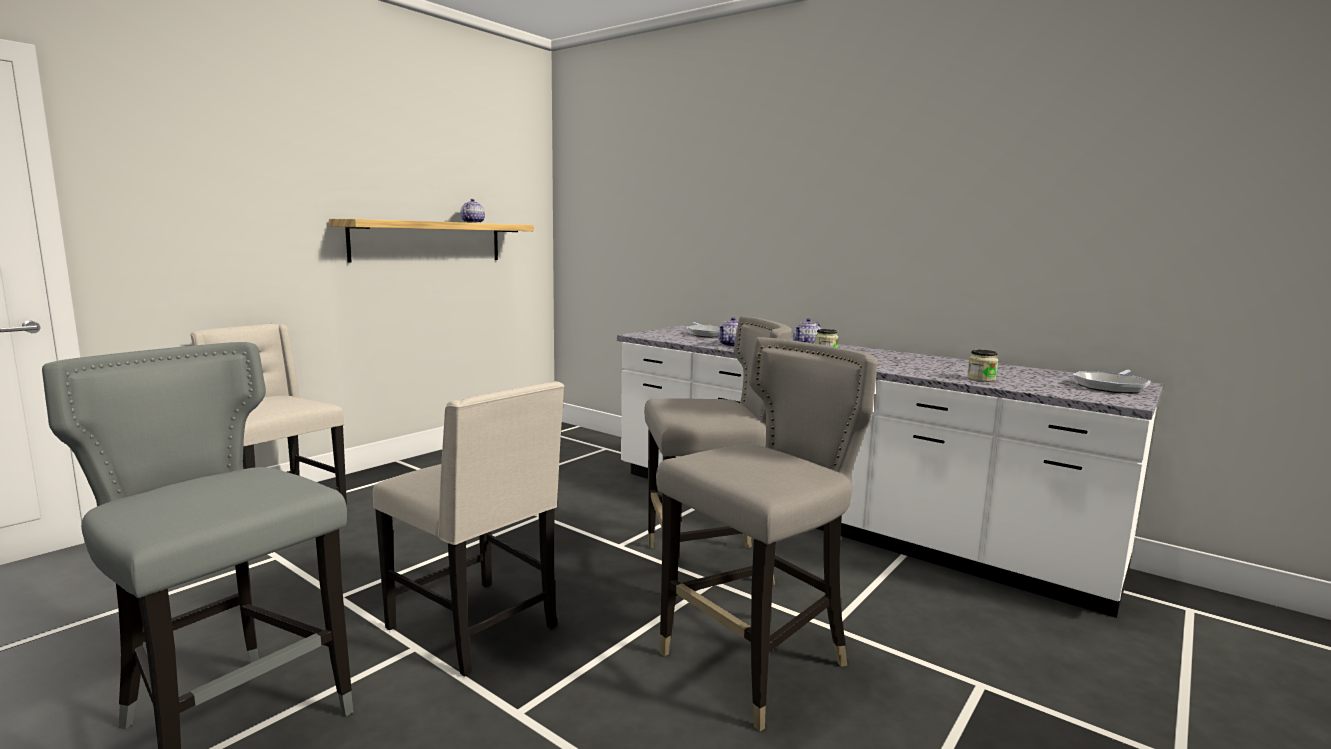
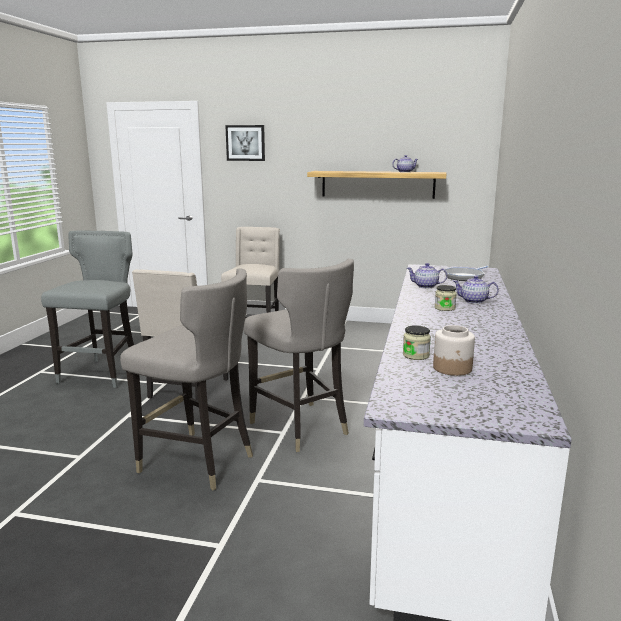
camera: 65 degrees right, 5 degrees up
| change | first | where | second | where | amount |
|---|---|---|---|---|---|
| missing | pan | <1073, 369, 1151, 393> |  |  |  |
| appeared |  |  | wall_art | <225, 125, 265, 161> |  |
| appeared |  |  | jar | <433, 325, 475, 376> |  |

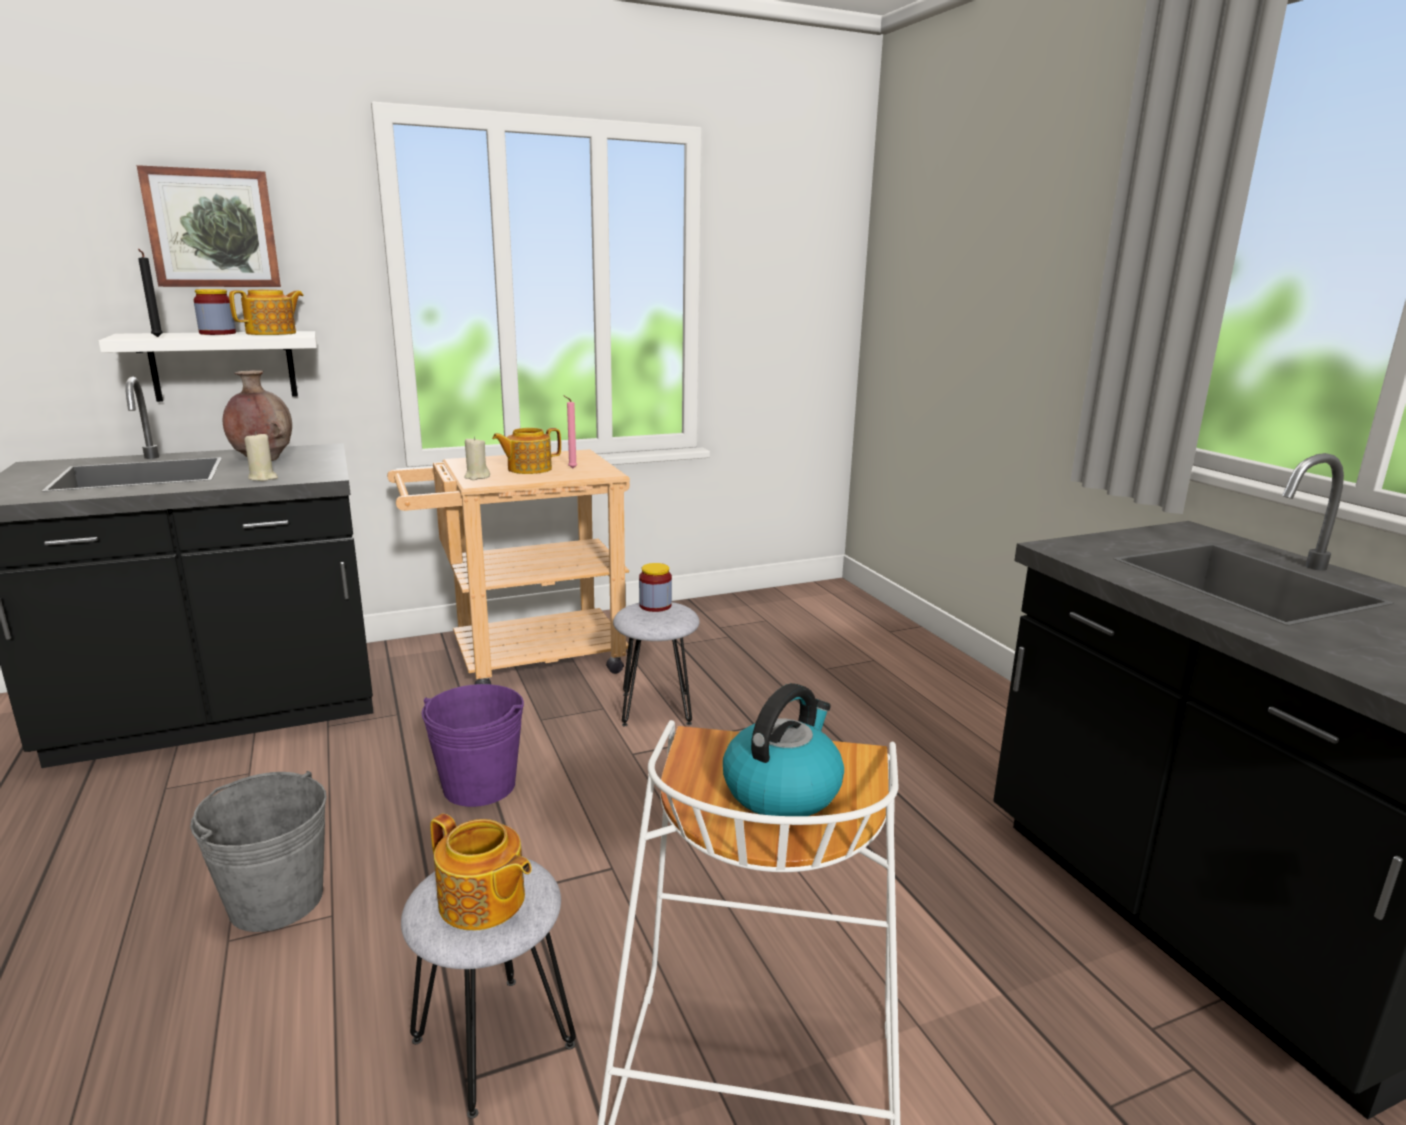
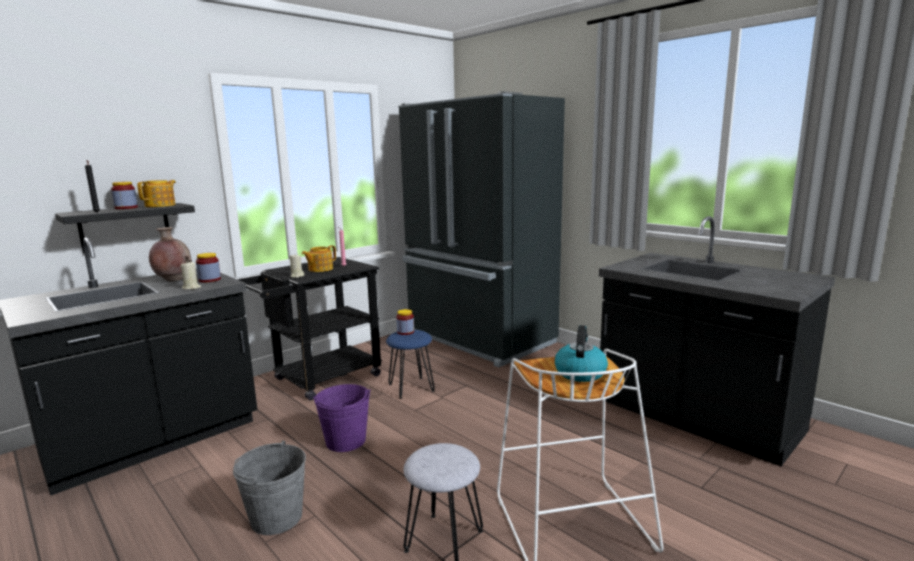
camera: 20 degrees left, 5 degrees down
| change | first | where | second | where | amount |
|---|---|---|---|---|---|
| colour | white-coloured_wall_shelf | <99, 331, 317, 402> | black_wall_shelf | <55, 203, 195, 253> |  |
| missing | wall_art | <137, 165, 281, 287> |  |  |  |
| colour | beige_cart | <387, 449, 630, 685> | black_cart | <237, 257, 382, 400> |  |
| missing | pot_for_tea | <430, 813, 532, 930> |  |  |  |
| colour | greyish_stool | <613, 602, 700, 726> | blue-coloured_stool | <386, 330, 435, 399> |  |
| appeared |  |  | jar | <196, 253, 221, 282> |  |
| appeared |  |  | black_refrigerator | <398, 91, 565, 367> |  |

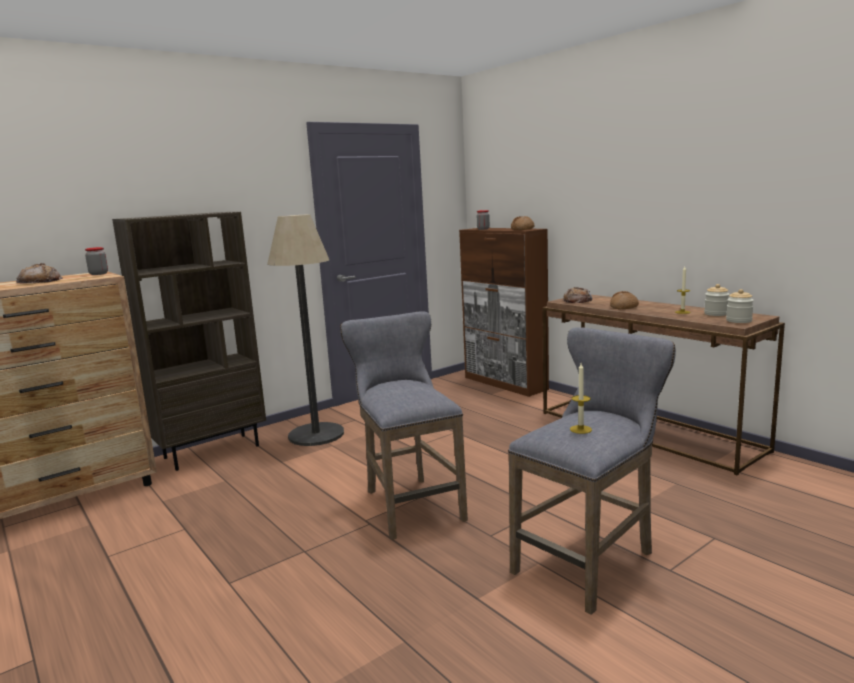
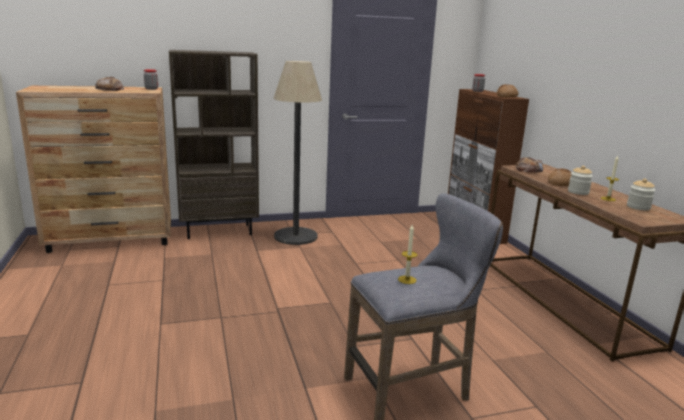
camera: 20 degrees right, 5 degrees up
| change | first | where | second | where | amount |
|---|---|---|---|---|---|
| missing | greyish_stool | <340, 311, 468, 540> |  |  |  |
| relocated | jar | <726, 289, 754, 323> |  | <568, 166, 593, 195> |  |

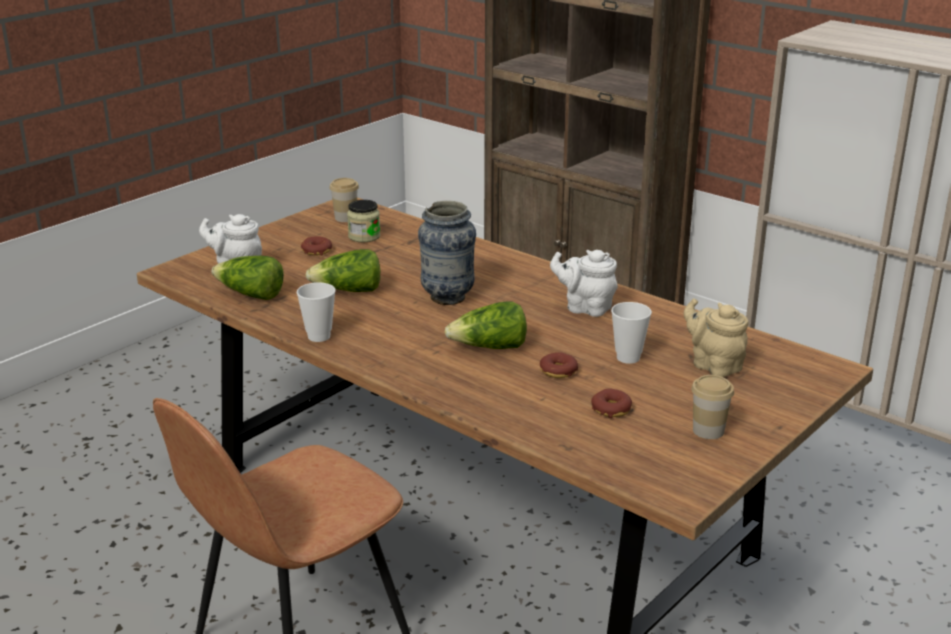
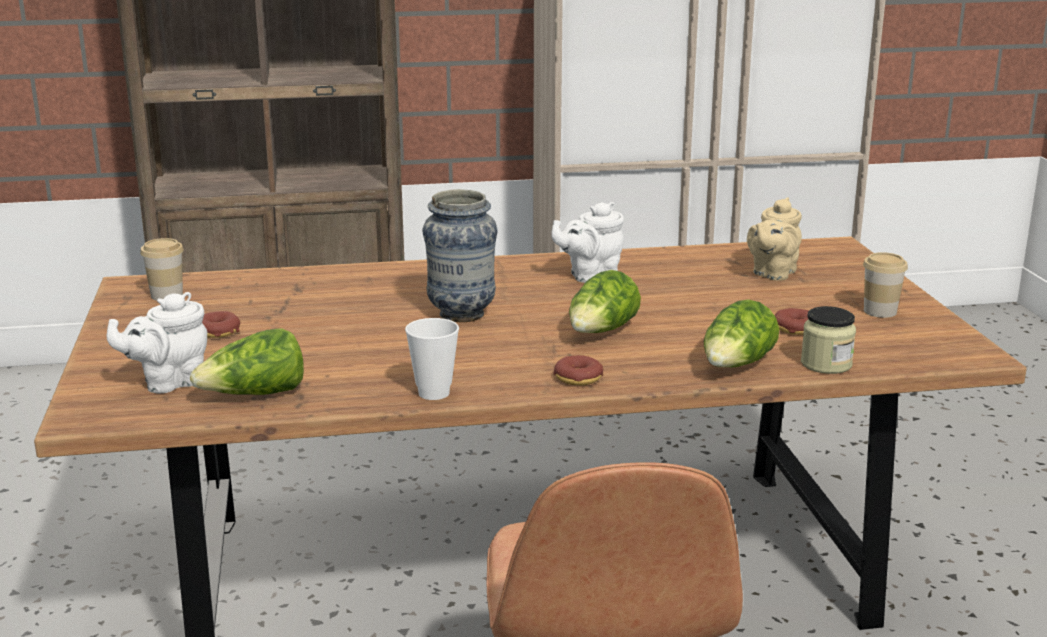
camera: 50 degrees left, 5 degrees down
| change | first | where | second | where | amount |
|---|---|---|---|---|---|
| relocated | lettuce | <305, 249, 380, 292> |  | <704, 299, 779, 367> |  |
| relocated | jar | <347, 200, 380, 242> |  | <801, 306, 856, 374> |  |
| relocated | donut | <540, 352, 578, 378> |  | <553, 355, 603, 386> |  |
| missing | small_cup | <611, 302, 652, 364> |  |  |  |
| spun | beige_pot_for_tea | <683, 298, 749, 377> |  | <747, 197, 802, 281> | 60 degrees counterclockwise |

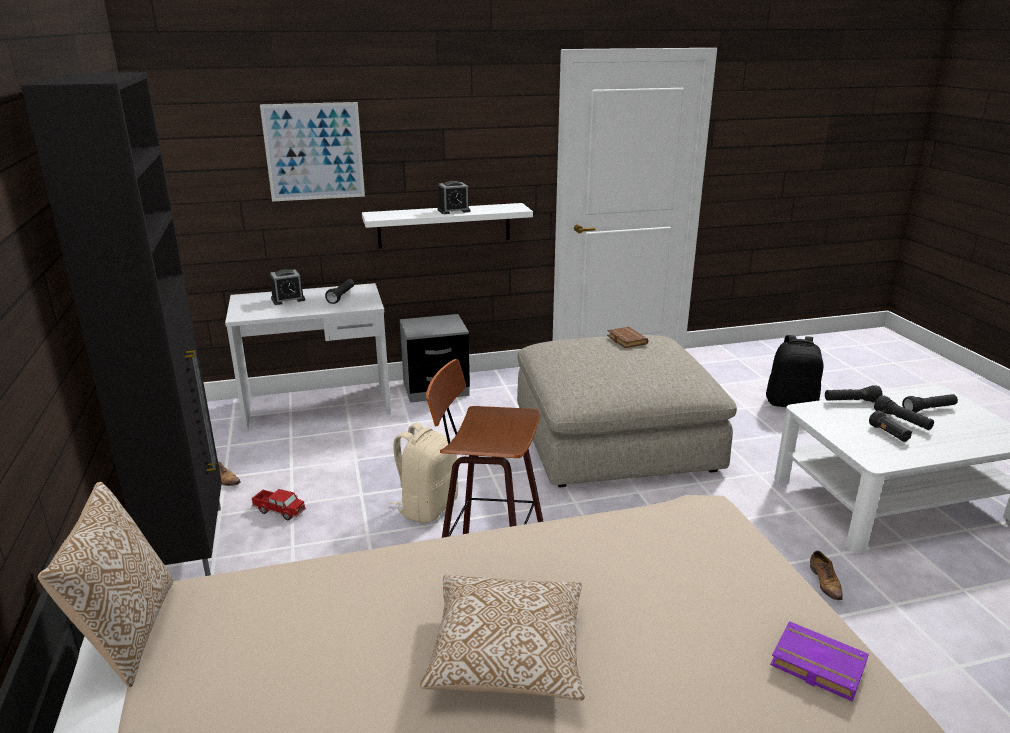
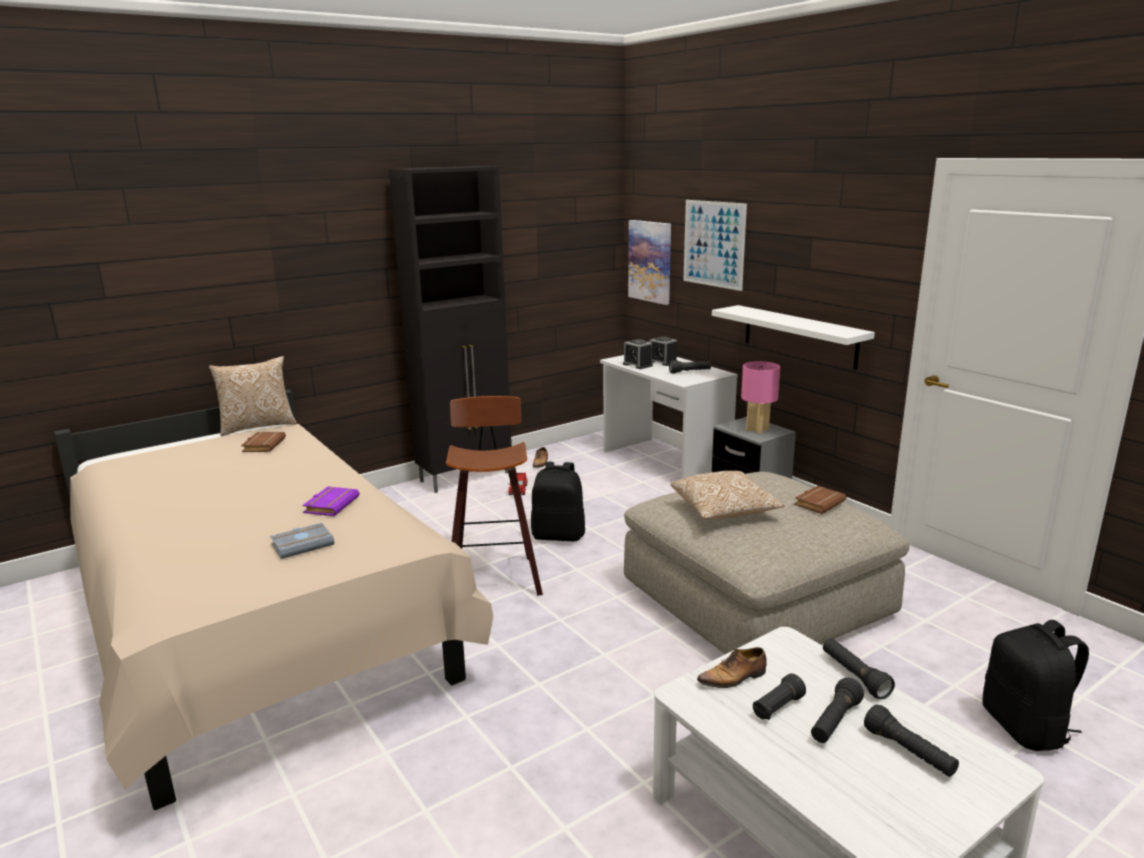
camera: 70 degrees right, 5 degrees down
| change | first | where | second | where | amount |
|---|---|---|---|---|---|
| colour | beige_rucksack | <390, 423, 458, 523> | black_rucksack | <531, 462, 585, 541> |  |
| relocated | pillow | <420, 575, 584, 701> |  | <670, 471, 785, 519> |  |
| relocated | bedside_clock | <437, 181, 470, 214> |  | <623, 339, 653, 369> |  |
| relocated | purplish_volume | <770, 621, 869, 702> |  | <302, 487, 360, 516> |  |
| relocated | item_of_footwear | <810, 551, 843, 603> |  | <697, 647, 767, 690> |  |
| appeared |  |  | brown-coloured_volume | <241, 432, 286, 452> |  |
| appeared |  |  | greyish_volume | <270, 523, 334, 559> |  |
| appeared |  |  | wall_art | <628, 220, 671, 305> |  |
| appeared |  |  | pink-coloured_lamp_for_a_table | <741, 361, 780, 434> |  |

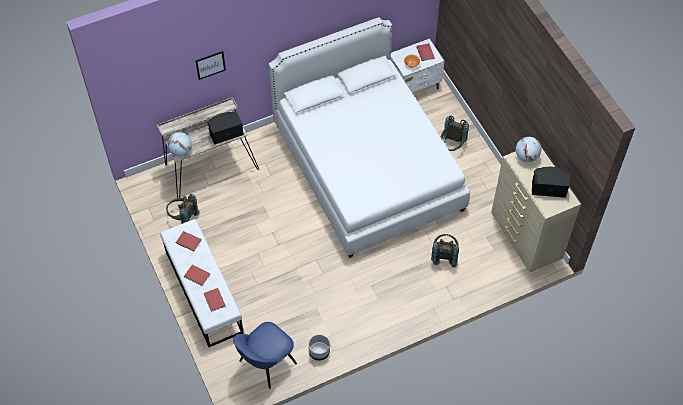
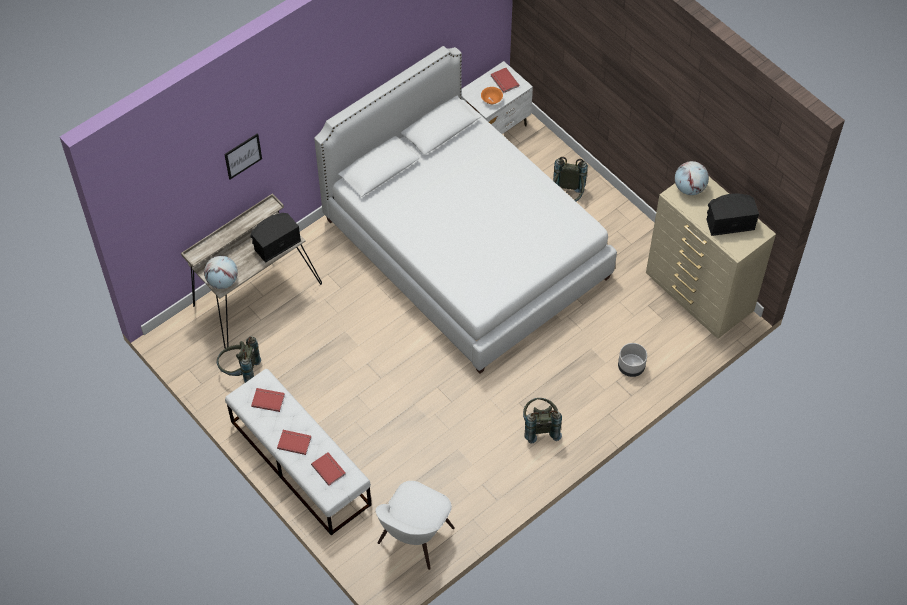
camera: 15 degrees left, 0 degrees up
| change | first | where | second | where | amount |
|---|---|---|---|---|---|
| colour | blue-coloured_plain_chair | <233, 322, 297, 389> | white-coloured_plain_chair | <376, 481, 455, 570> |  |
| relocated | greyish_flower_pot | <308, 334, 330, 361> |  | <618, 343, 647, 377> |  |
| relocated | greyish_rucksack | <431, 234, 459, 267> |  | <523, 398, 562, 444> |  |

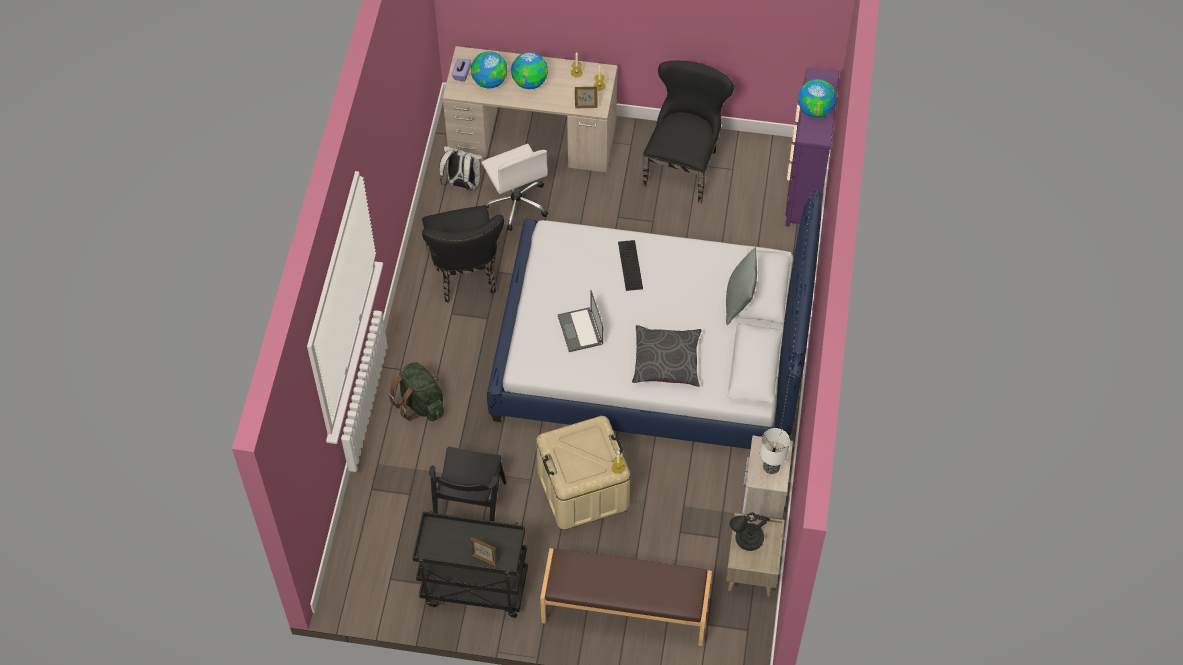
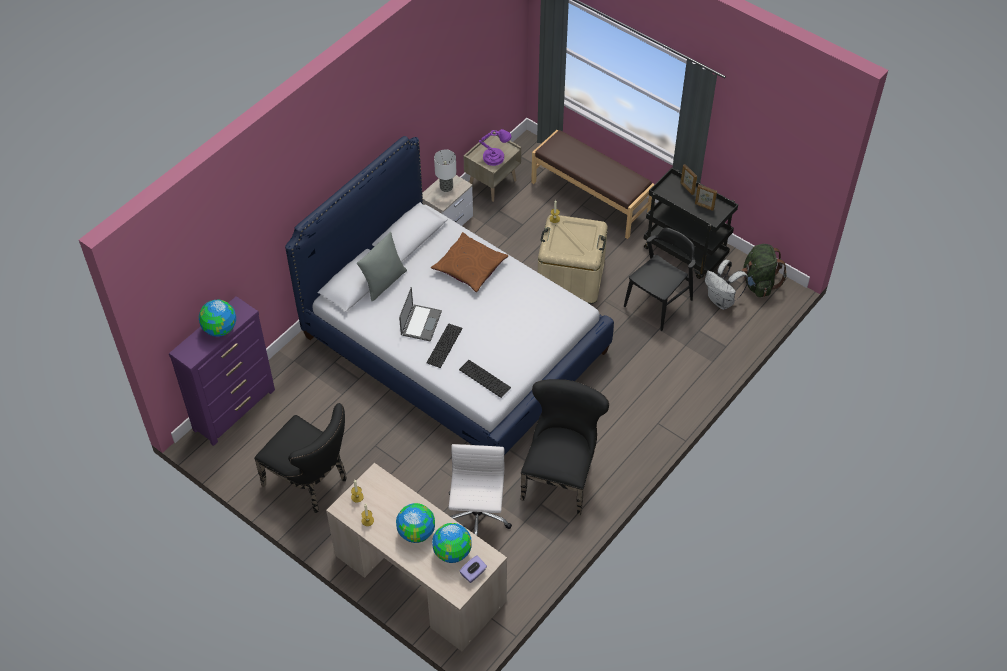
camera: 150 degrees left, 5 degrees down
| change | first | where | second | where | amount |
|---|---|---|---|---|---|
| relocated | green_rucksack | <389, 362, 444, 421> |  | <742, 244, 787, 297> |  |
| relocated | white-coloured_rucksack | <439, 146, 484, 191> |  | <705, 260, 748, 310> |  |
| relocated | portable_computer | <558, 290, 603, 352> |  | <399, 287, 442, 342> |  |
| relocated | standing_frame | <575, 87, 597, 108> |  | <695, 184, 717, 211> |  |
| colour | greyish_pillow | <632, 325, 702, 387> | brown-coloured_pillow | <431, 232, 508, 292> |  |
| spun | black_plain_chair | <642, 61, 734, 203> |  | <254, 403, 346, 513> | 105 degrees counterclockwise |
| colour | black_lamp_for_a_table | <730, 512, 770, 551> | purplish_lamp_for_a_table | <479, 129, 512, 166> |  |
| appeared |  |  | keyboard | <459, 360, 511, 398> |  |

